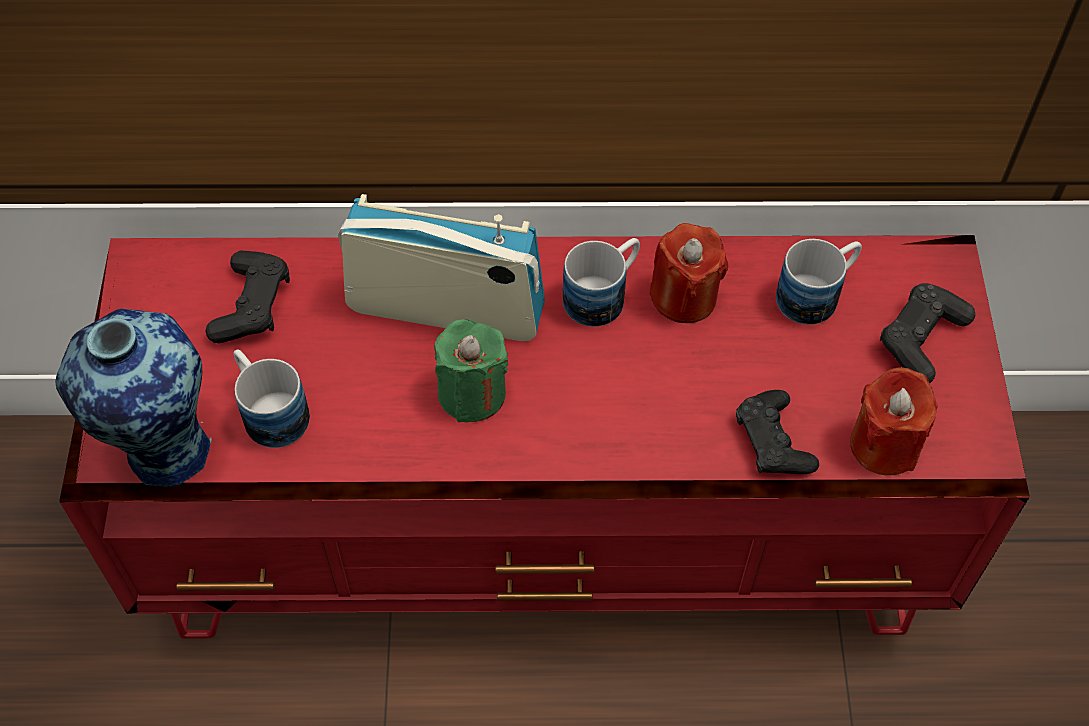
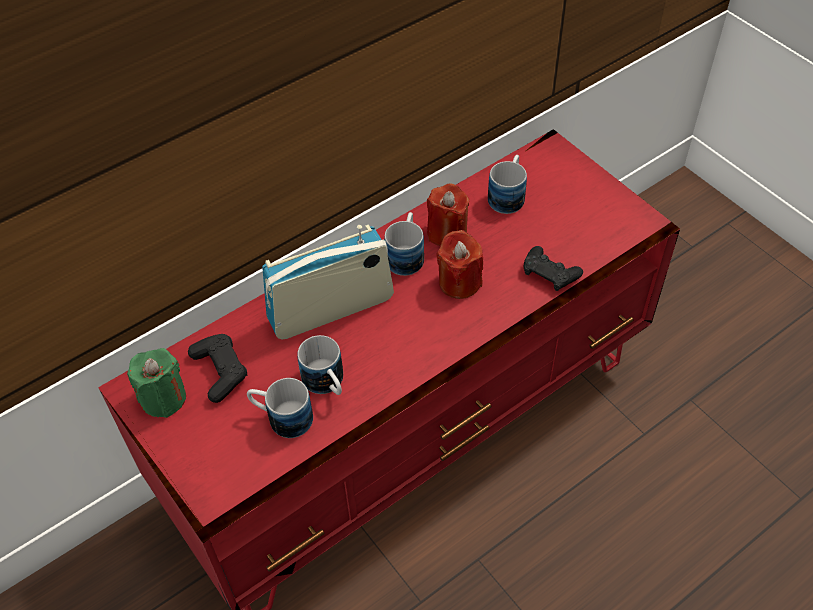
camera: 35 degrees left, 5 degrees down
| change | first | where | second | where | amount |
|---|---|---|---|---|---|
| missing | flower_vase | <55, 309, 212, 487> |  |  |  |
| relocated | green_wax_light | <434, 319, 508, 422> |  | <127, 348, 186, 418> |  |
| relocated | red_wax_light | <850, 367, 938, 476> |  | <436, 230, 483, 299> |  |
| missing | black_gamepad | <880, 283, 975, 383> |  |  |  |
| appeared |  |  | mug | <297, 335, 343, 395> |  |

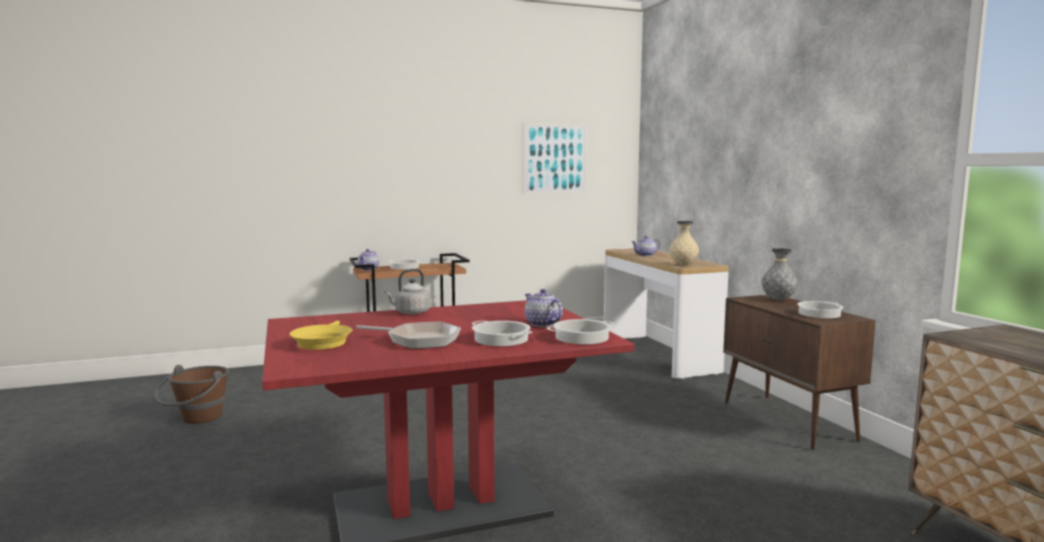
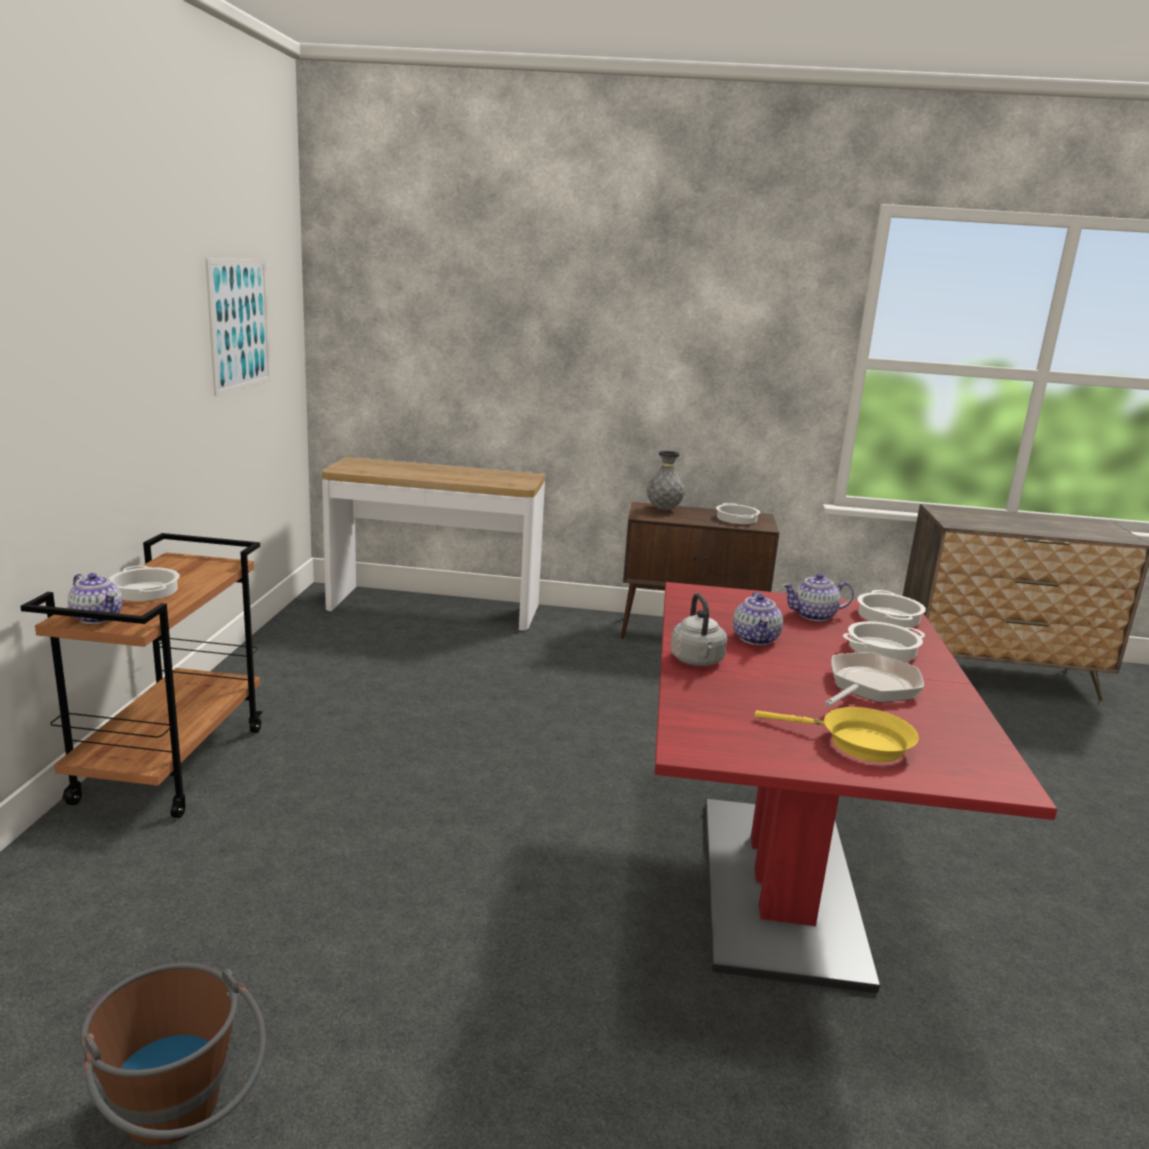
camera: 65 degrees left, 10 degrees up
| change | first | where | second | where | amount |
|---|---|---|---|---|---|
| relocated | pot_for_tea | <632, 236, 660, 256> |  | <733, 592, 783, 645> |  |
| missing | beige_flower_vase | <669, 221, 699, 266> |  |  |  |

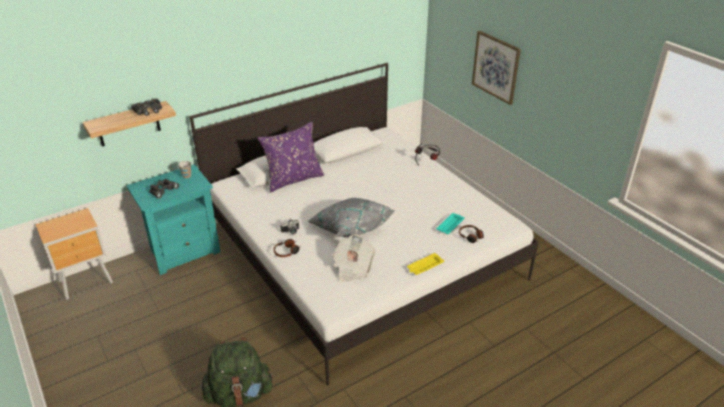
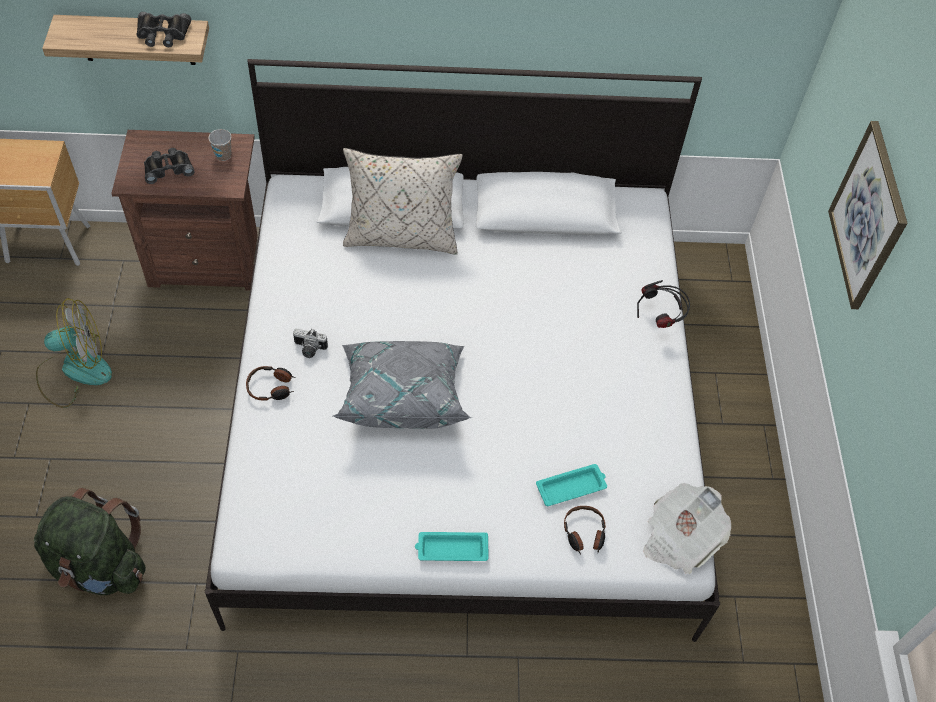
camera: 30 degrees right, 20 degrees up
| change | first | where | second | where | amount |
|---|---|---|---|---|---|
| colour | turquoise-coloured_nightstand | <126, 164, 220, 275> | brown-coloured_nightstand | <111, 130, 258, 290> |  |
| colour | purplish_pillow | <258, 121, 324, 193> | beige_pillow | <343, 148, 463, 255> |  |
| relocated | printed_paper | <333, 234, 375, 282> |  | <643, 483, 731, 574> |  |
| colour | yellow_carrying_tray | <407, 253, 444, 275> | turquoise-coloured_carrying_tray | <415, 532, 489, 561> |  |
| appeared |  |  | fan | <36, 298, 112, 408> |  |

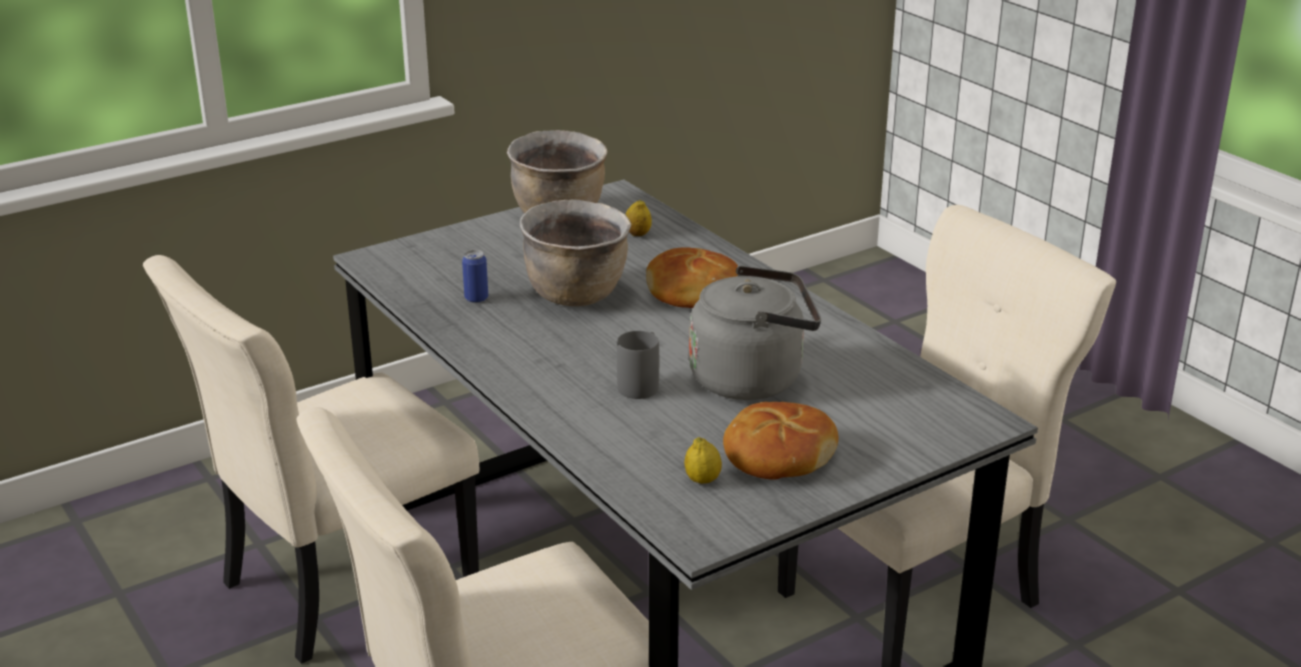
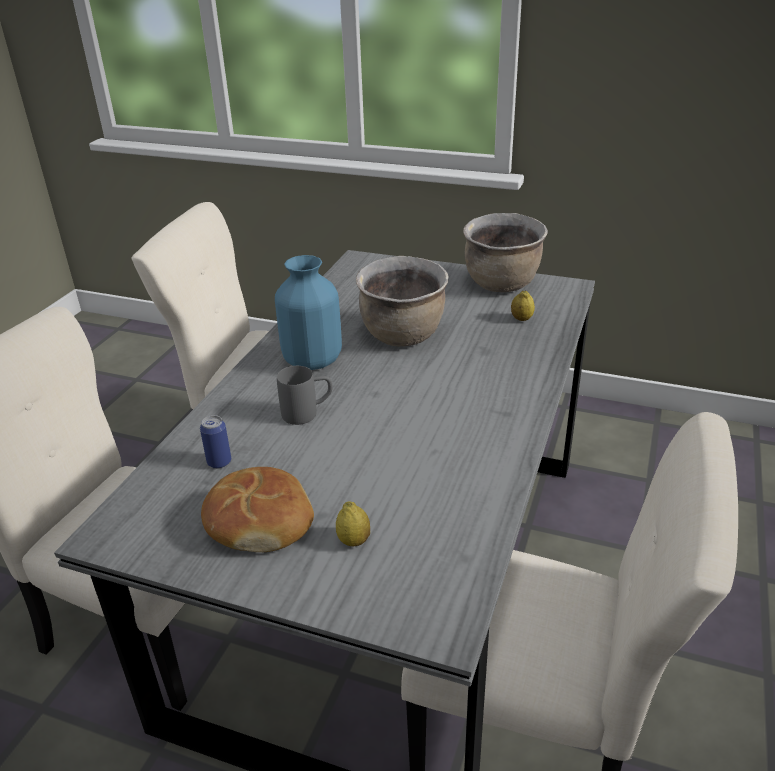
camera: 55 degrees right, 5 degrees up
| change | first | where | second | where | amount |
|---|---|---|---|---|---|
| relocated | metal_can | <462, 250, 488, 303> |  | <200, 415, 231, 469> |  |
| missing | baked_bread | <646, 248, 738, 308> |  |  |  |
| relocated | citrus_fruit | <684, 437, 722, 484> |  | <336, 501, 370, 546> |  |
| missing | greyish_kettle | <689, 266, 821, 400> |  |  |  |
| appeared |  |  | blue-coloured_flower_vase | <275, 255, 342, 370> |  |

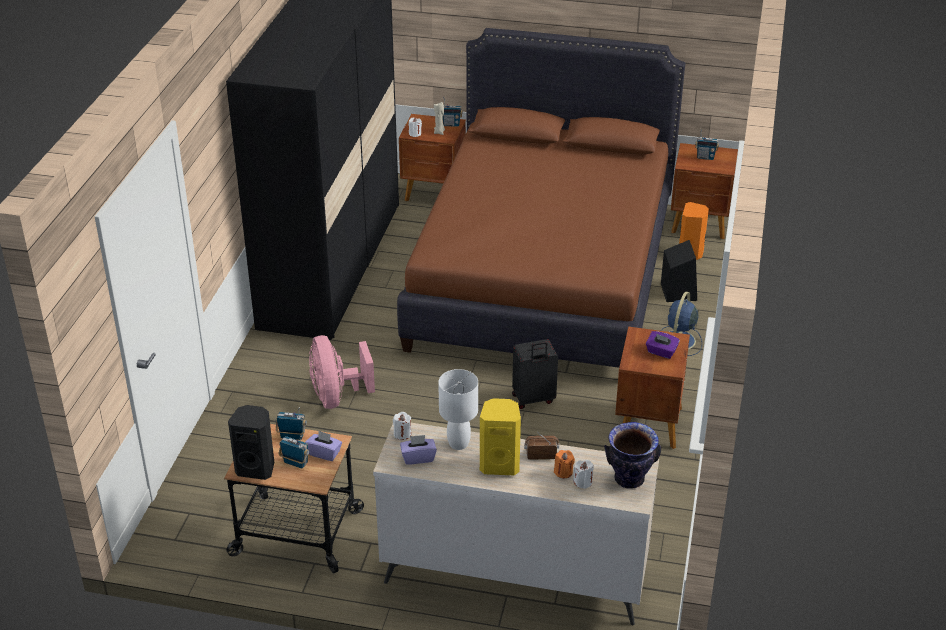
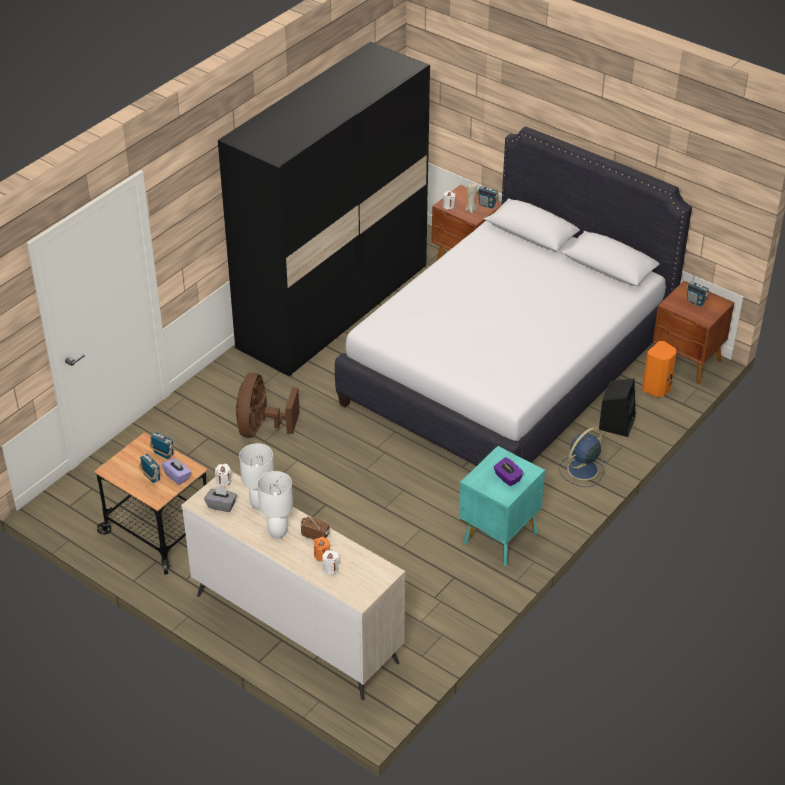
camera: 25 degrees right, 5 degrees up
| change | first | where | second | where | amount |
|---|---|---|---|---|---|
| missing | black_speaker | <228, 405, 274, 480> |  |  |  |
| colour | pink-coloured_fan | <309, 335, 375, 409> | brown-coloured_fan | <236, 373, 300, 437> |  |
| colour | brown-coloured_bed | <397, 28, 686, 368> | white-coloured_bed | <335, 127, 692, 466> |  |
| colour | purplish_tissue_holder | <400, 435, 437, 465> | greyish_tissue_holder | <204, 486, 237, 512> |  |
| exchanged | yellow_speaker | <480, 398, 521, 475> | white-coloured_lamp_for_a_table | <257, 471, 293, 538> |  |
| missing | black_travel_case | <512, 339, 558, 409> |  |  |  |
| missing | flower_vase | <604, 422, 661, 489> |  |  |  |
| colour | brown-coloured_nightstand | <615, 327, 690, 449> | turquoise-coloured_nightstand | <459, 446, 545, 566> |  |

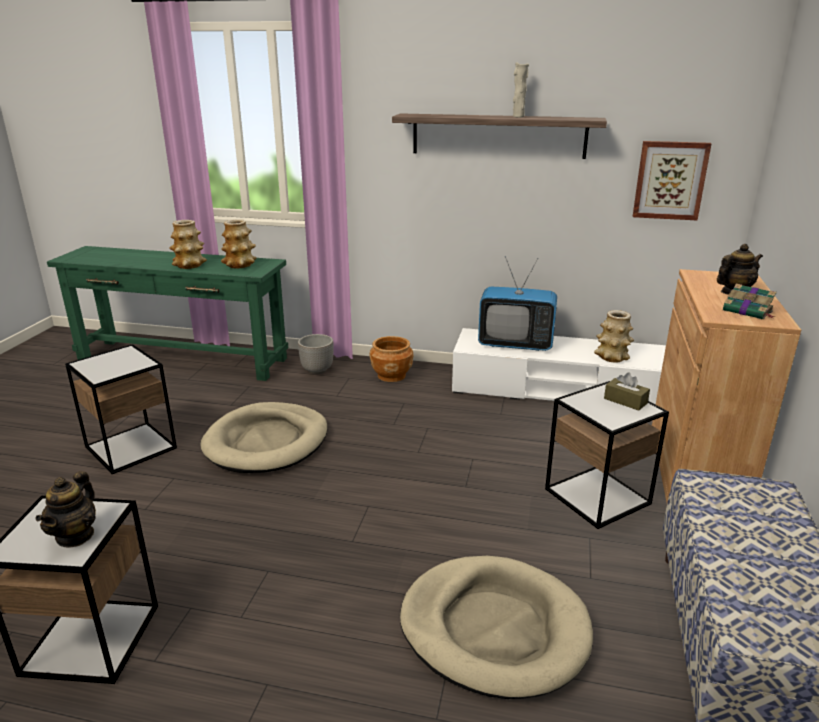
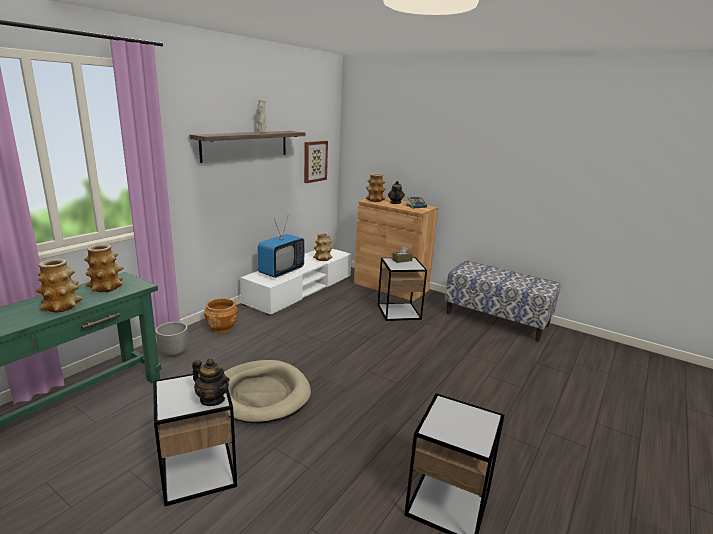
camera: 70 degrees left, 5 degrees down
| change | first | where | second | where | amount |
|---|---|---|---|---|---|
| relocated | pot_for_tea | <35, 471, 96, 548> |  | <192, 359, 230, 406> |  |
| missing | beige_pet_bed | <400, 556, 593, 699> |  |  |  |
| appeared |  |  | flower_vase | <366, 173, 386, 202> |  |

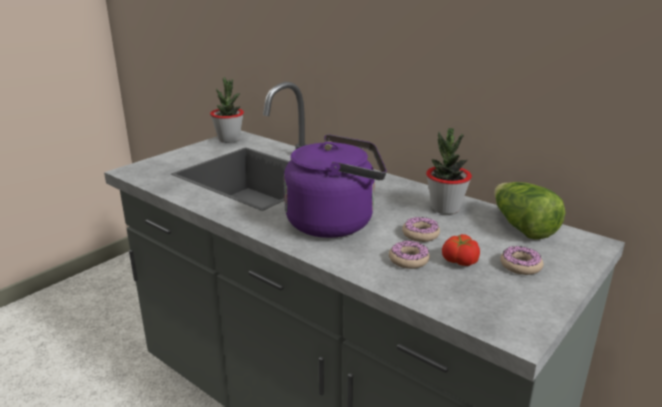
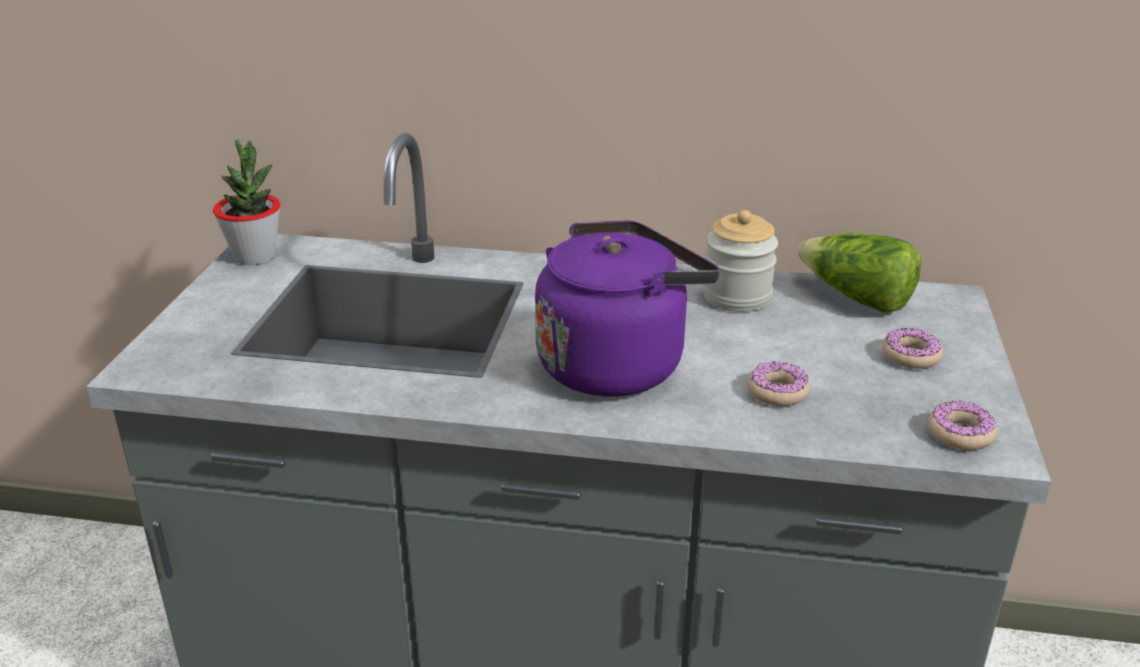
camera: 30 degrees left, 5 degrees up
| change | first | where | second | where | amount |
|---|---|---|---|---|---|
| relocated | donut | <402, 217, 440, 242> |  | <928, 401, 997, 450> |  |
| exchanged | houseplant | <426, 128, 472, 214> | jar | <703, 210, 778, 312> |  |
| missing | tomato | <442, 234, 480, 266> |  |  |  |

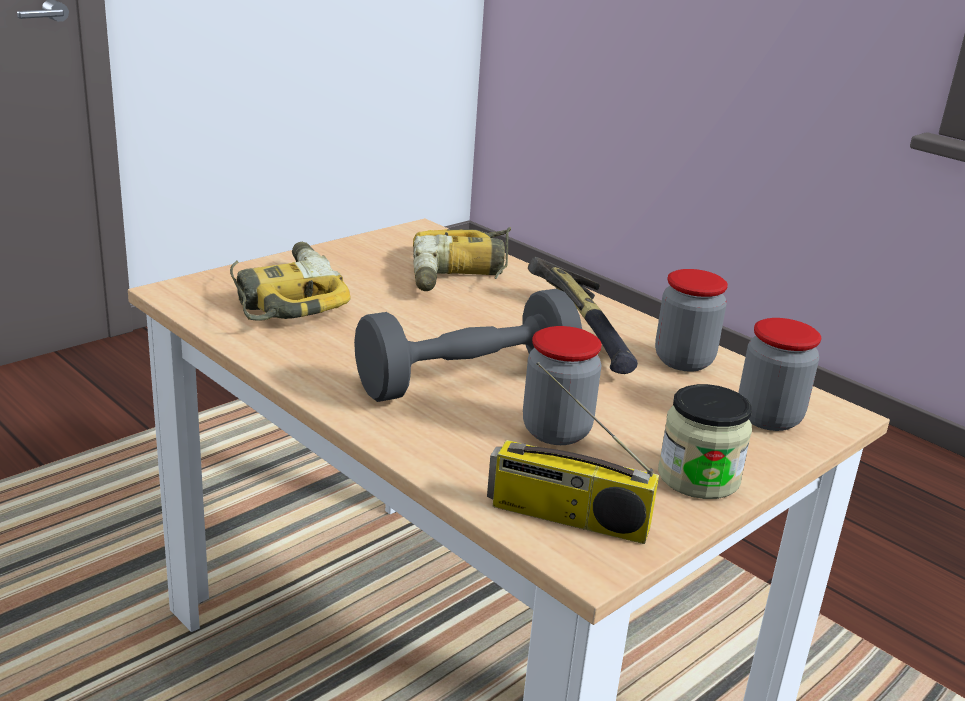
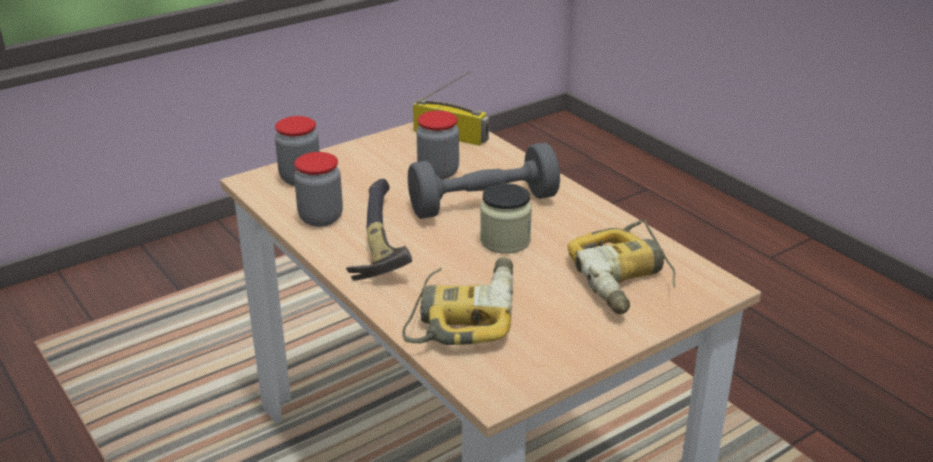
camera: 170 degrees left, 5 degrees up
| change | first | where | second | where | amount |
|---|---|---|---|---|---|
| relocated | jar | <658, 384, 752, 499> |  | <480, 183, 532, 254> |  |

